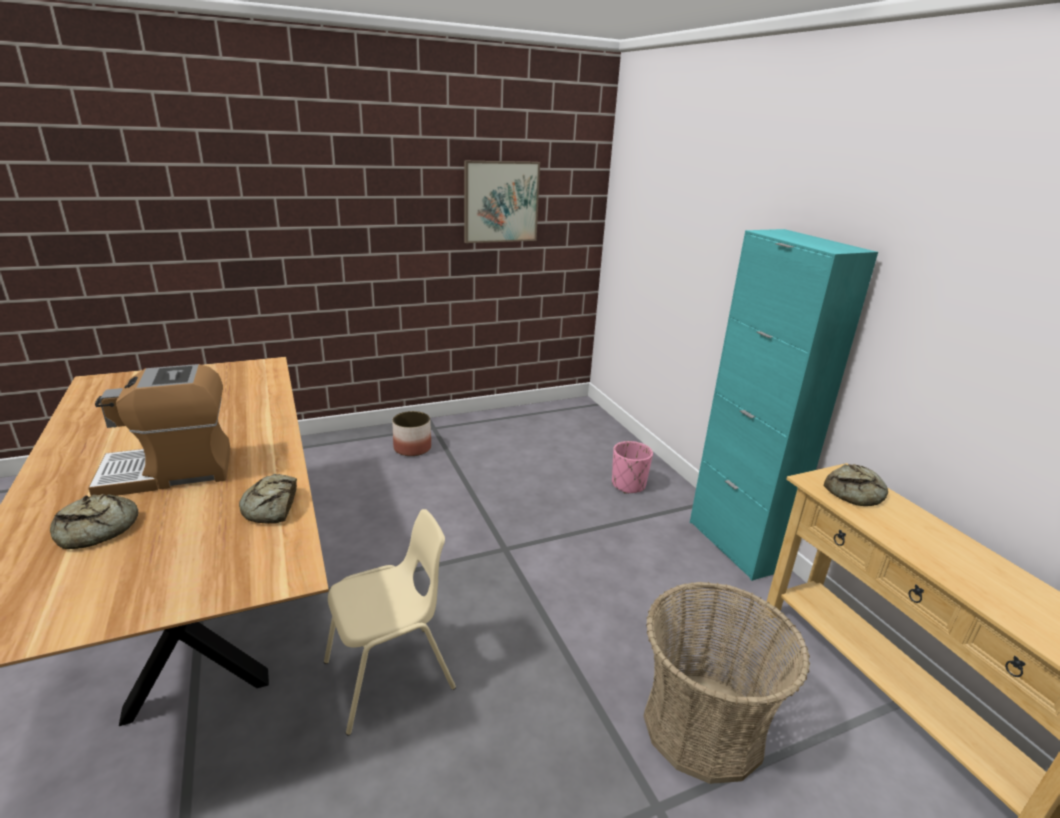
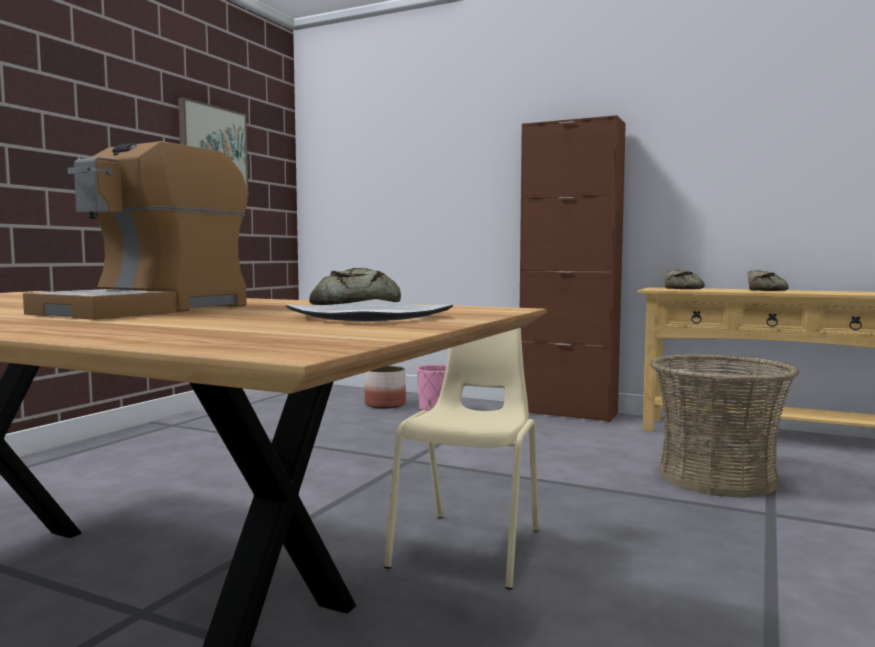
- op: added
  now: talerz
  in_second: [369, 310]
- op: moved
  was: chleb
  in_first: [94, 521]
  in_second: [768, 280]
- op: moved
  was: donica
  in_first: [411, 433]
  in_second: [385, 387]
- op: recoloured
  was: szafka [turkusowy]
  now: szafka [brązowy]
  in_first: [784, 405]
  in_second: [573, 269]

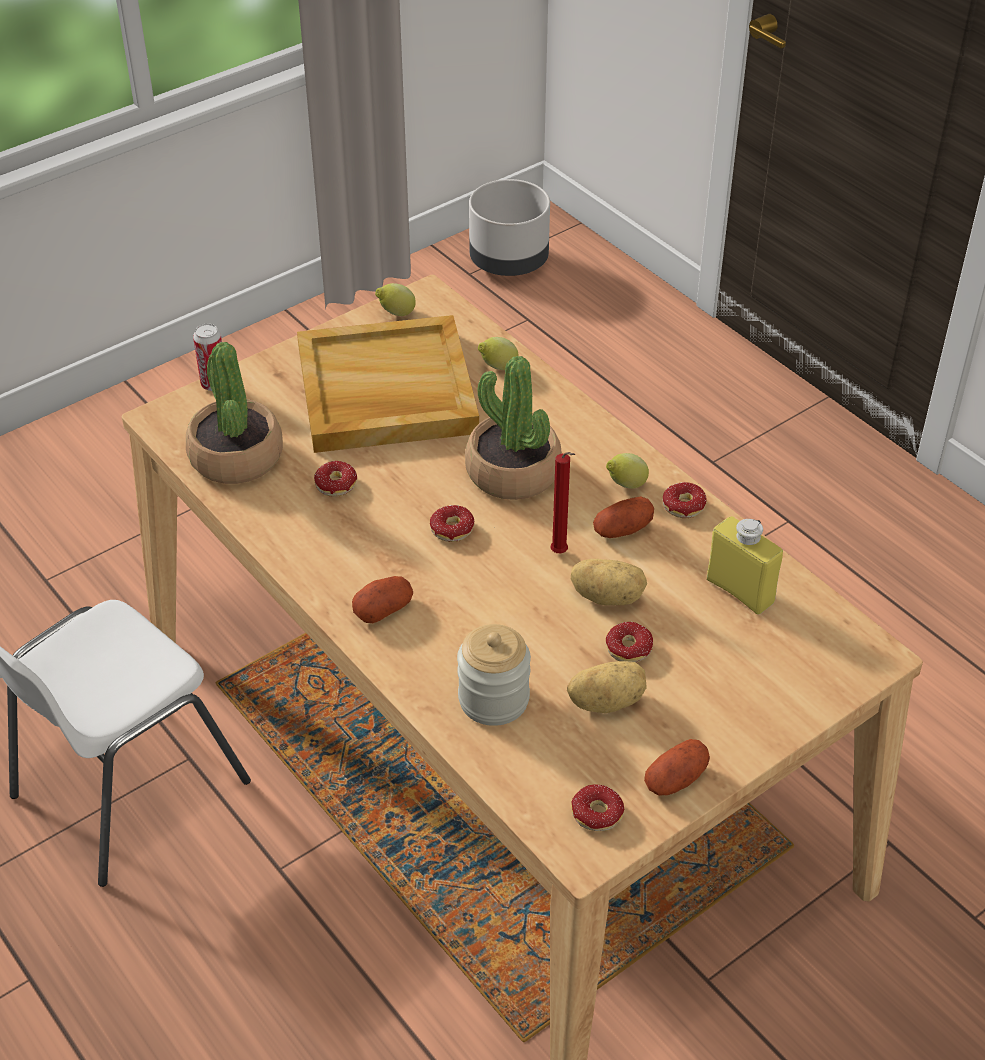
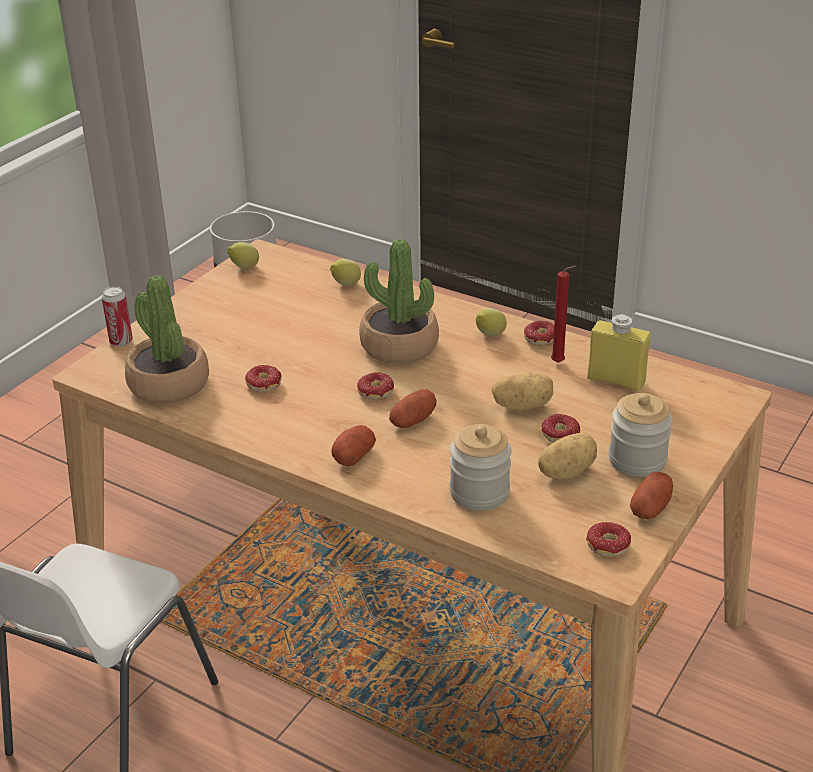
- op: removed
  was: taca [beżowy]
  in_first: [388, 384]
- op: added
  now: słoik
  in_second: [640, 435]
- op: moved
  was: świeca [czerwony]
  in_first: [563, 502]
  in_second: [563, 314]
- op: moved
  was: ziemniak
  in_first: [623, 517]
  in_second: [413, 408]

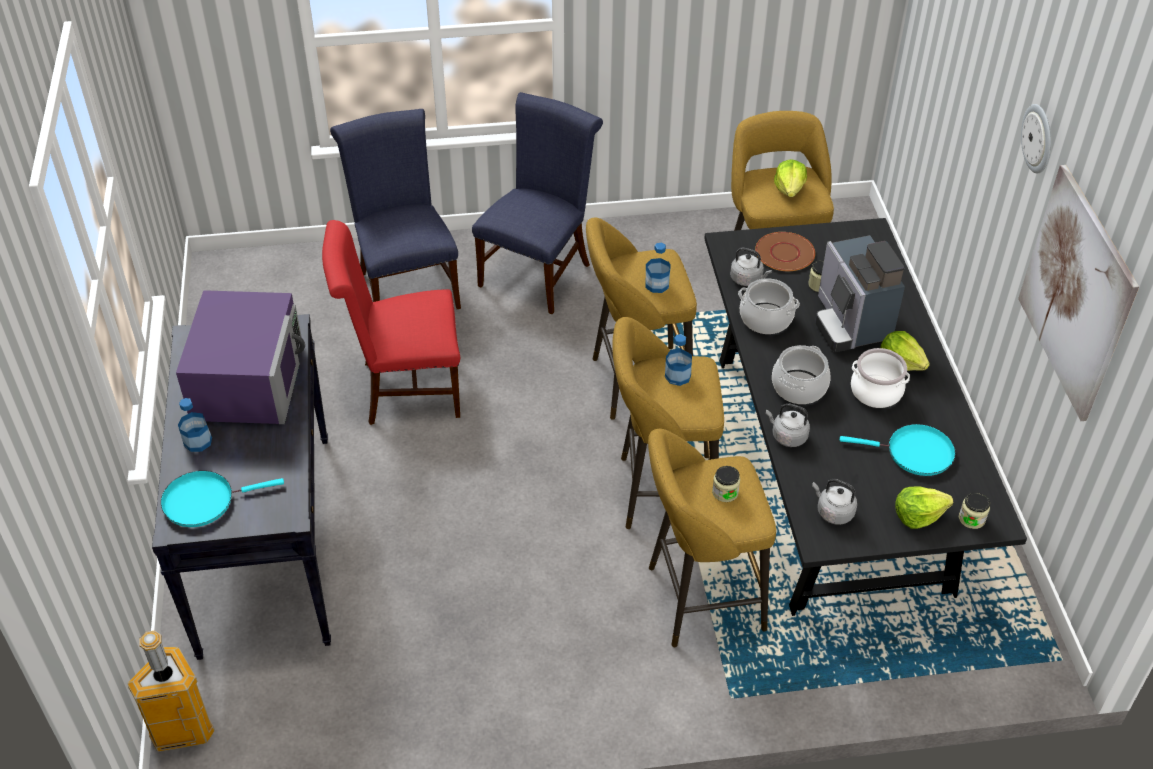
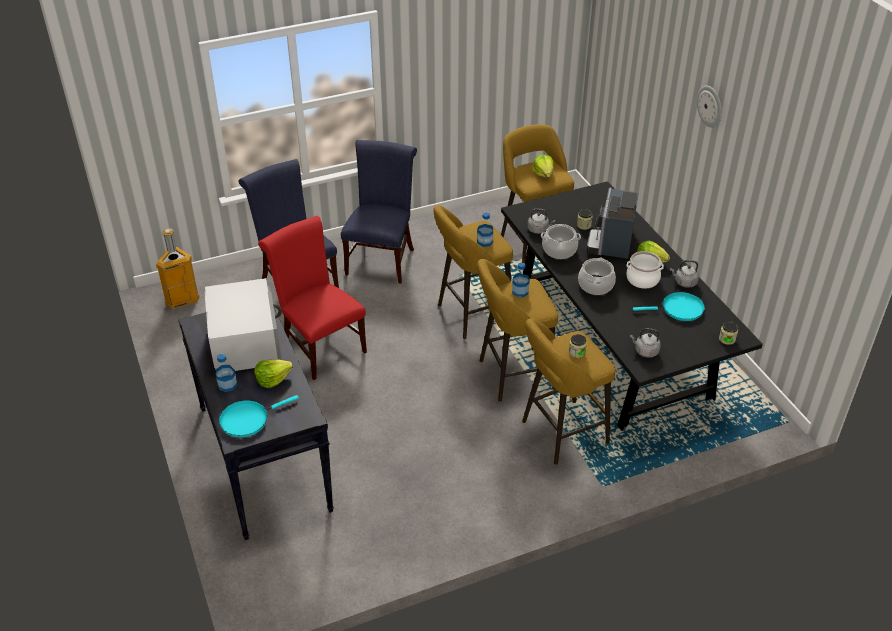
- op: removed
  was: talerz [brązowy]
  in_first: [785, 251]
- op: removed
  was: obraz
  in_first: [1078, 293]
- op: moved
  was: kosz na śmieci
  in_first: [171, 691]
  in_second: [177, 269]
- op: moved
  was: czajnik [szary]
  in_first: [788, 425]
  in_second: [684, 274]
- op: moved
  was: sałata
  in_first: [924, 508]
  in_second: [273, 374]
- op: recoloured
  was: mikrofalówka [fioletowy]
  now: mikrofalówka [biały]
  in_first: [240, 357]
  in_second: [243, 324]
- op: turned
  was: krzesło [czerwony]
  in_first: [391, 322]
  in_second: [312, 298]
  clockwise: 75
- op: turned
  was: ekspres do kawy
  in_first: [860, 293]
  in_second: [612, 222]
  clockwise: 45

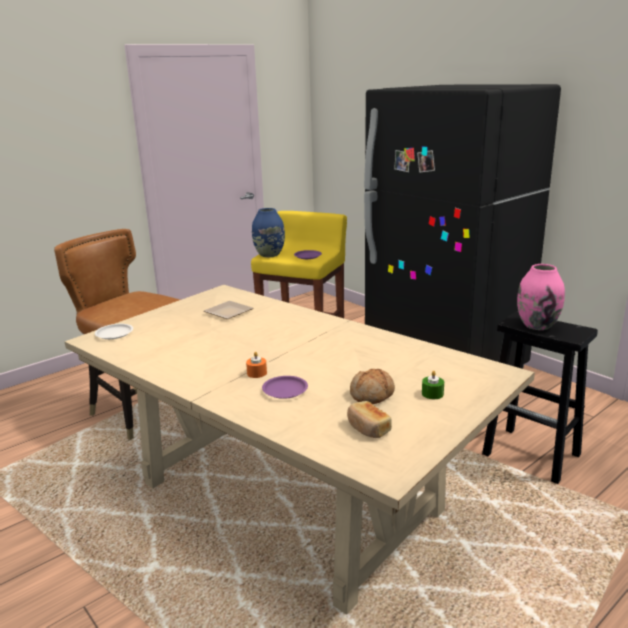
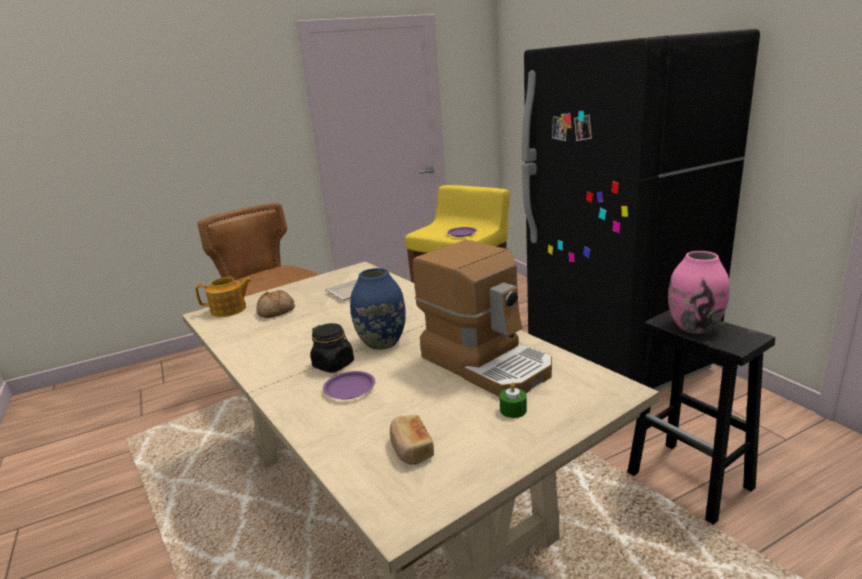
- op: added
  now: ekspres do kawy
  in_second: [482, 318]
- op: moved
  was: wazon [niebieski]
  in_first: [268, 232]
  in_second: [378, 309]
- op: moved
  was: chleb
  in_first: [372, 386]
  in_second: [275, 304]
- op: replaced
  was: talerz [biały]
  now: imbryk
  in_first: [114, 331]
  in_second: [224, 297]
- op: replaced
  was: świeca [pomarańczowy]
  now: słoik [czarny]
  in_first: [256, 365]
  in_second: [332, 348]

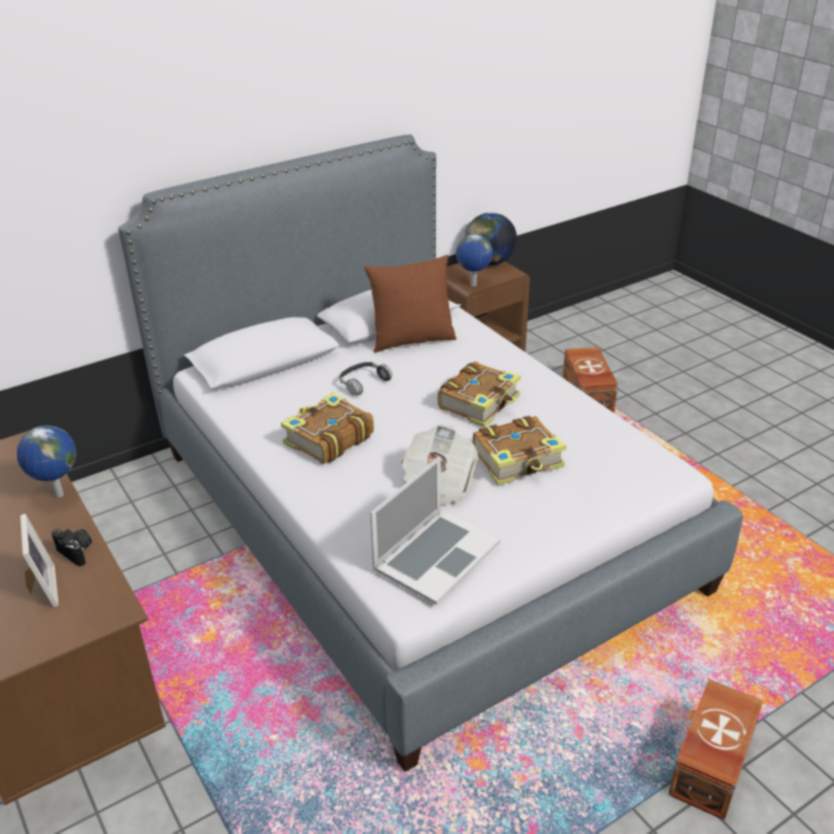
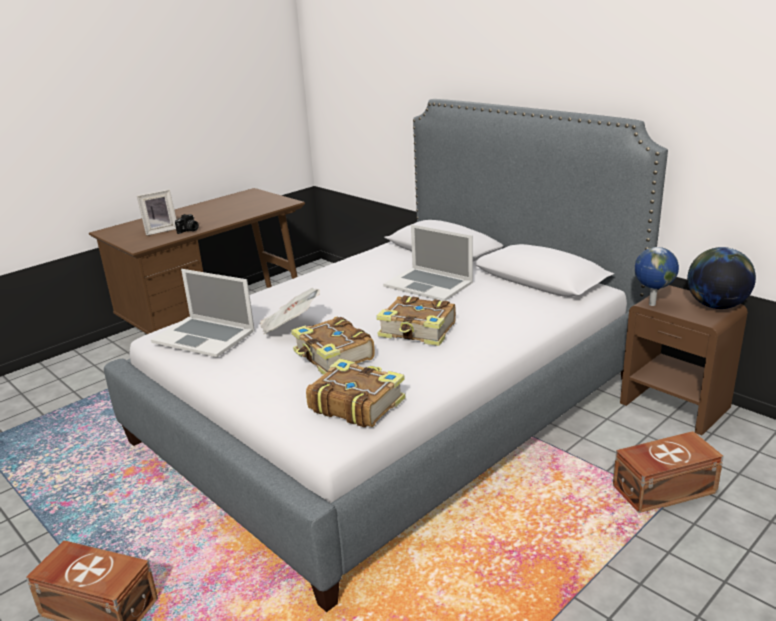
- op: removed
  was: globus
  in_first: [46, 461]
- op: removed
  was: poduszka [brązowy]
  in_first: [410, 304]
- op: moved
  was: książka
  in_first: [327, 428]
  in_second: [355, 393]
- op: replaced
  was: słuchawki
  now: laptop
  in_first: [366, 378]
  in_second: [428, 262]

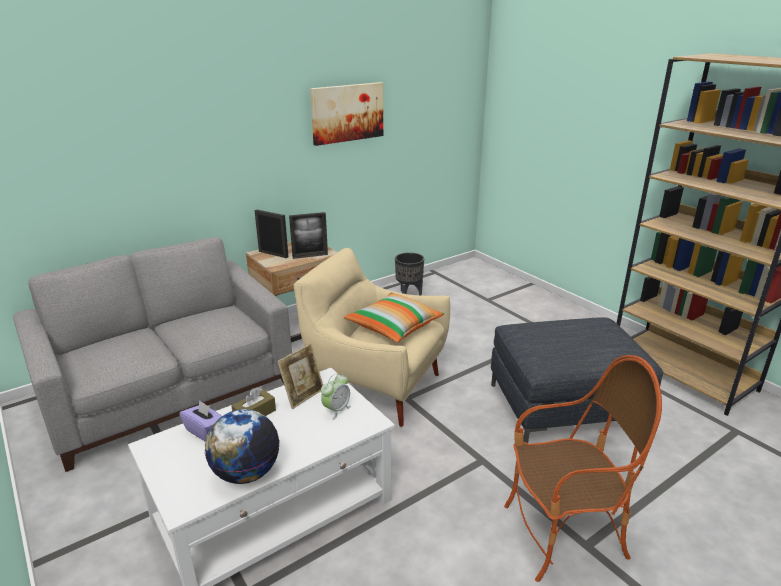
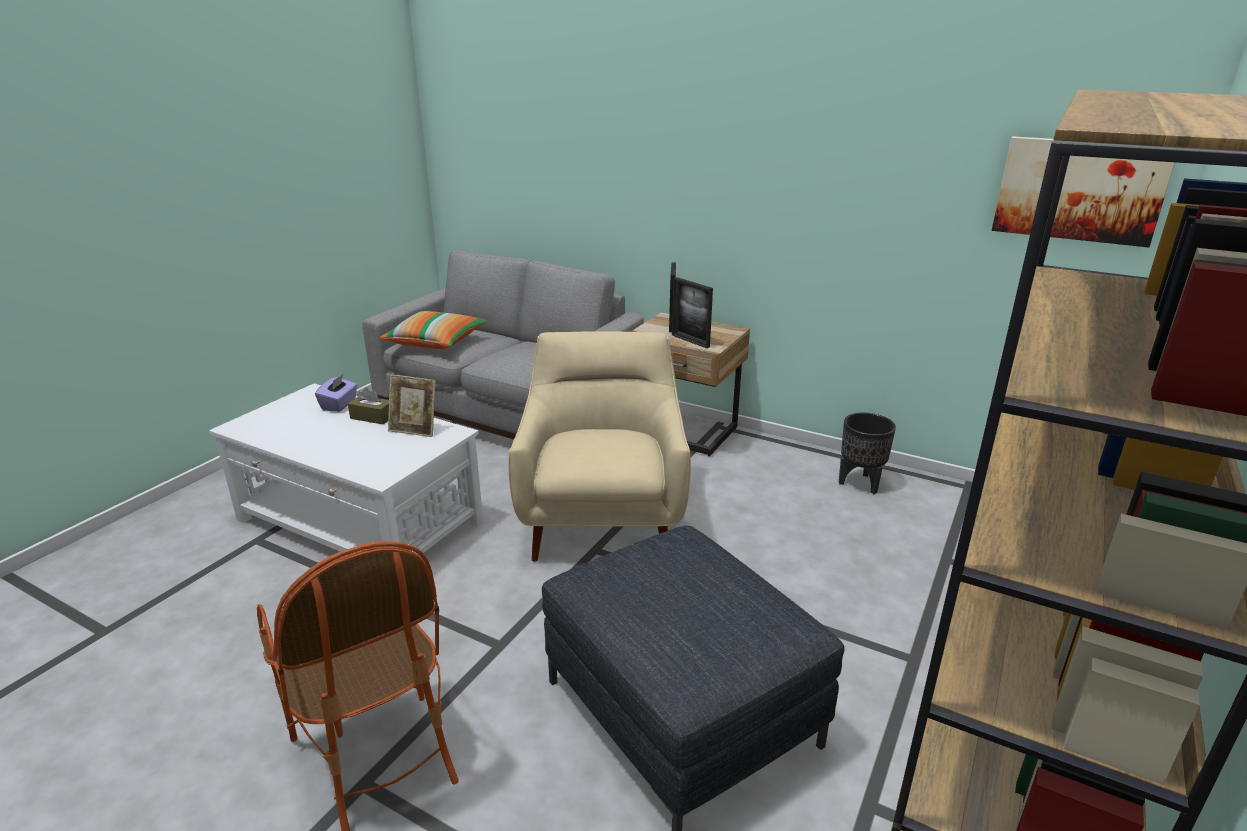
- op: removed
  was: globus
  in_first: [242, 446]
- op: removed
  was: budzik
  in_first: [336, 397]
- op: moved
  was: obraz
  in_first: [346, 114]
  in_second: [1083, 191]
- op: moved
  was: poduszka
  in_first: [394, 317]
  in_second: [433, 330]

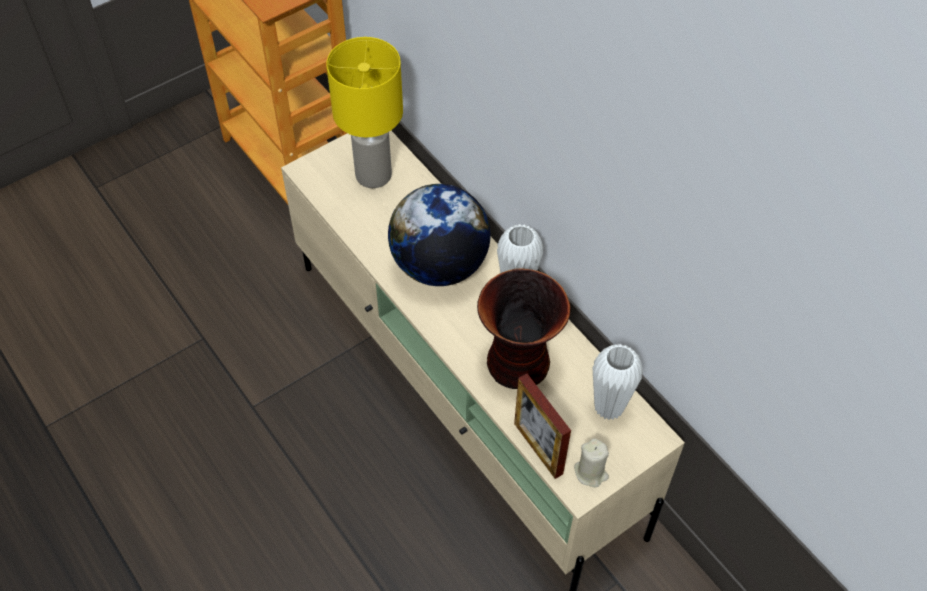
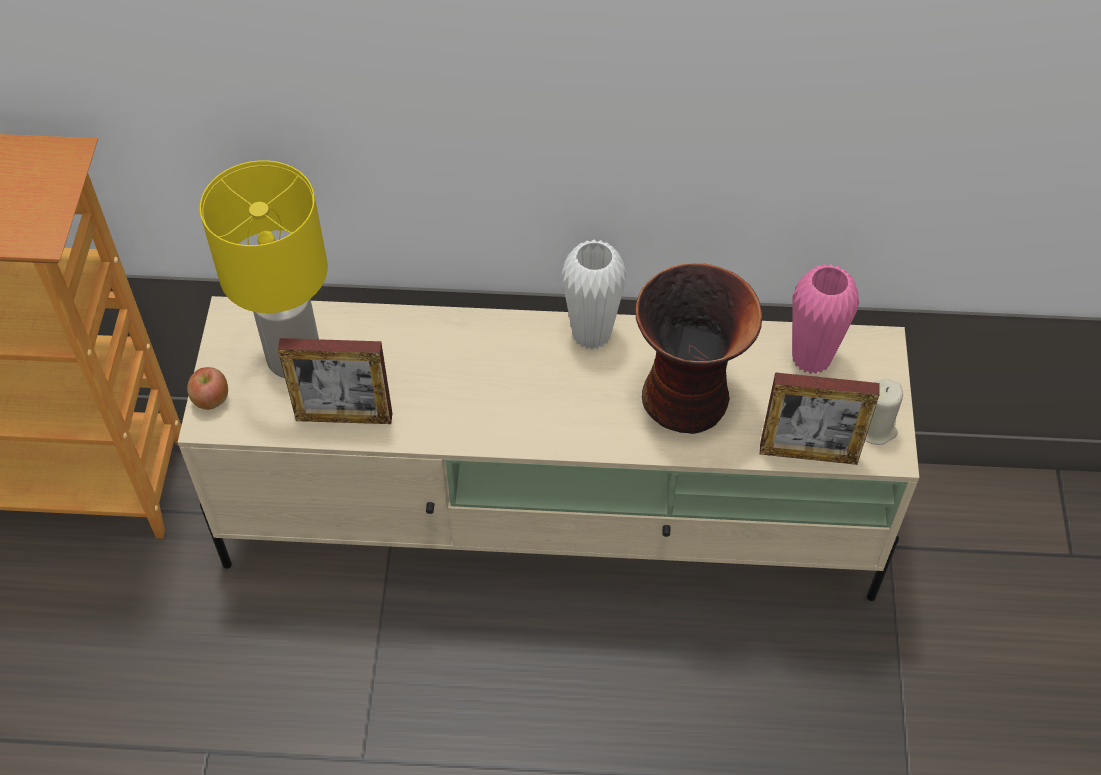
- op: removed
  was: globus
  in_first: [439, 235]
- op: added
  now: jabłko
  in_second: [207, 388]
- op: added
  now: ramka na zdjęcie
  in_second: [335, 381]
- op: recoloured
  was: wazon [biały]
  now: wazon [różowy]
  in_first: [618, 382]
  in_second: [825, 319]

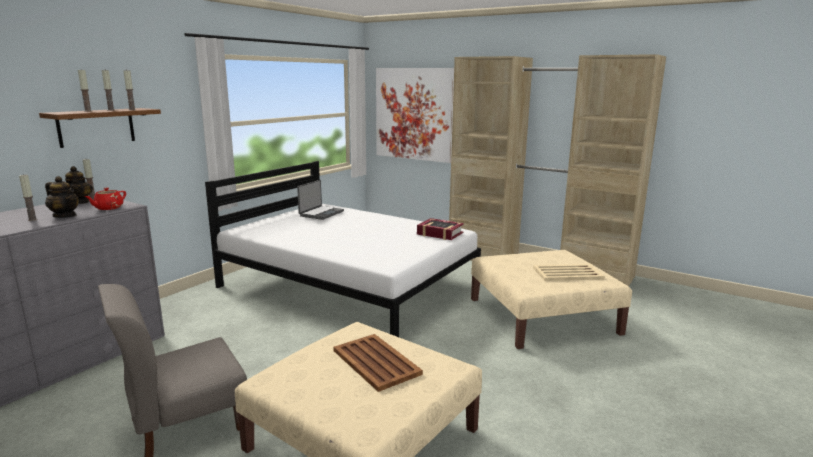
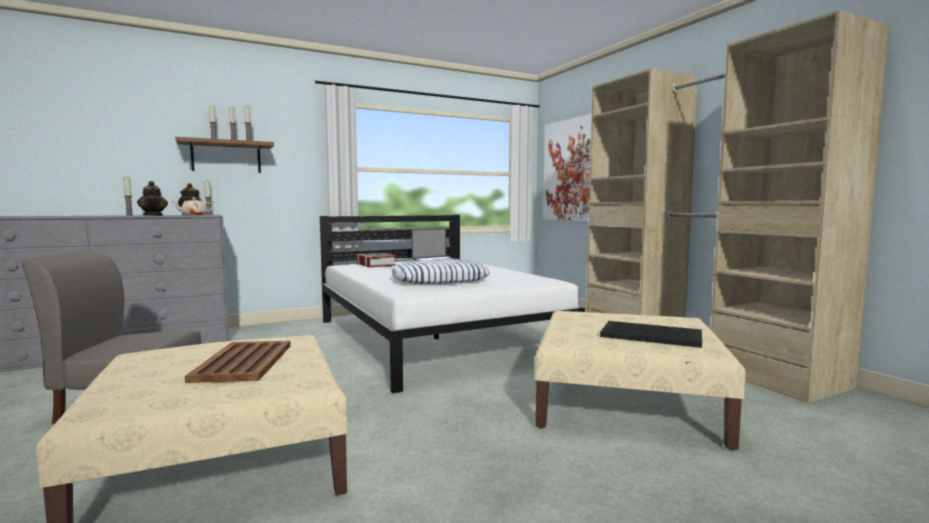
- op: added
  now: poduszka
  in_second: [440, 271]
- op: moved
  was: książka
  in_first: [440, 229]
  in_second: [376, 260]
- op: recoloured
  was: imbryk [czerwony]
  now: imbryk [beżowy]
  in_first: [105, 199]
  in_second: [193, 206]
- op: recoloured
  was: taca [beżowy]
  now: taca [czarny]
  in_first: [569, 272]
  in_second: [651, 334]

